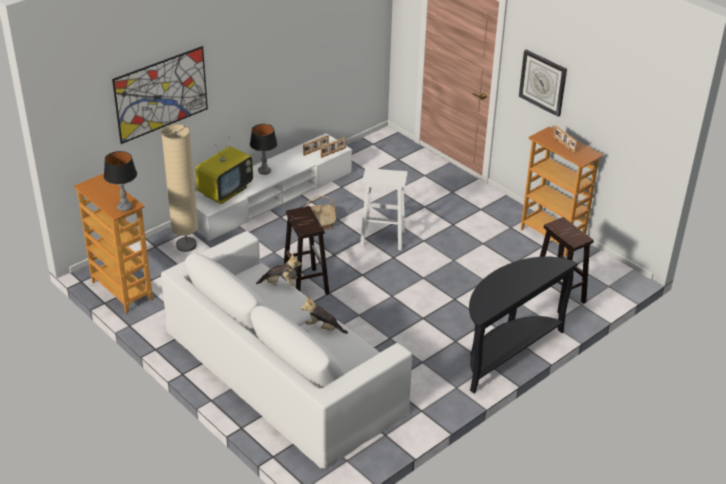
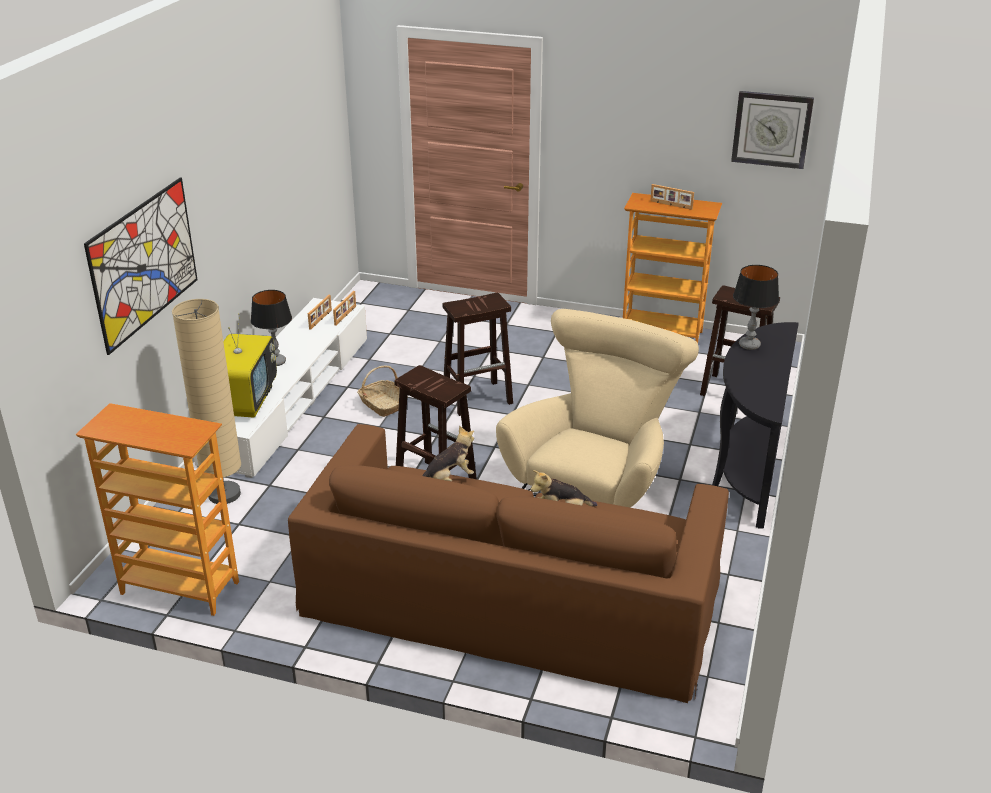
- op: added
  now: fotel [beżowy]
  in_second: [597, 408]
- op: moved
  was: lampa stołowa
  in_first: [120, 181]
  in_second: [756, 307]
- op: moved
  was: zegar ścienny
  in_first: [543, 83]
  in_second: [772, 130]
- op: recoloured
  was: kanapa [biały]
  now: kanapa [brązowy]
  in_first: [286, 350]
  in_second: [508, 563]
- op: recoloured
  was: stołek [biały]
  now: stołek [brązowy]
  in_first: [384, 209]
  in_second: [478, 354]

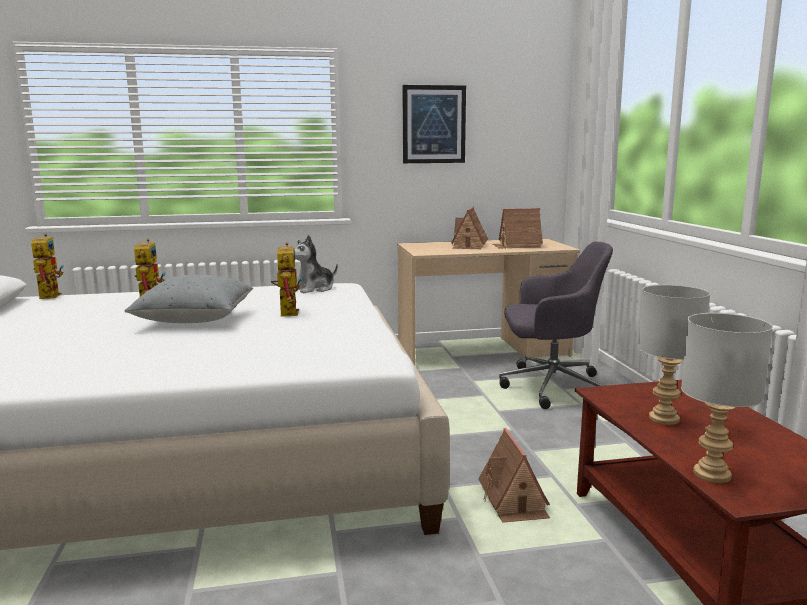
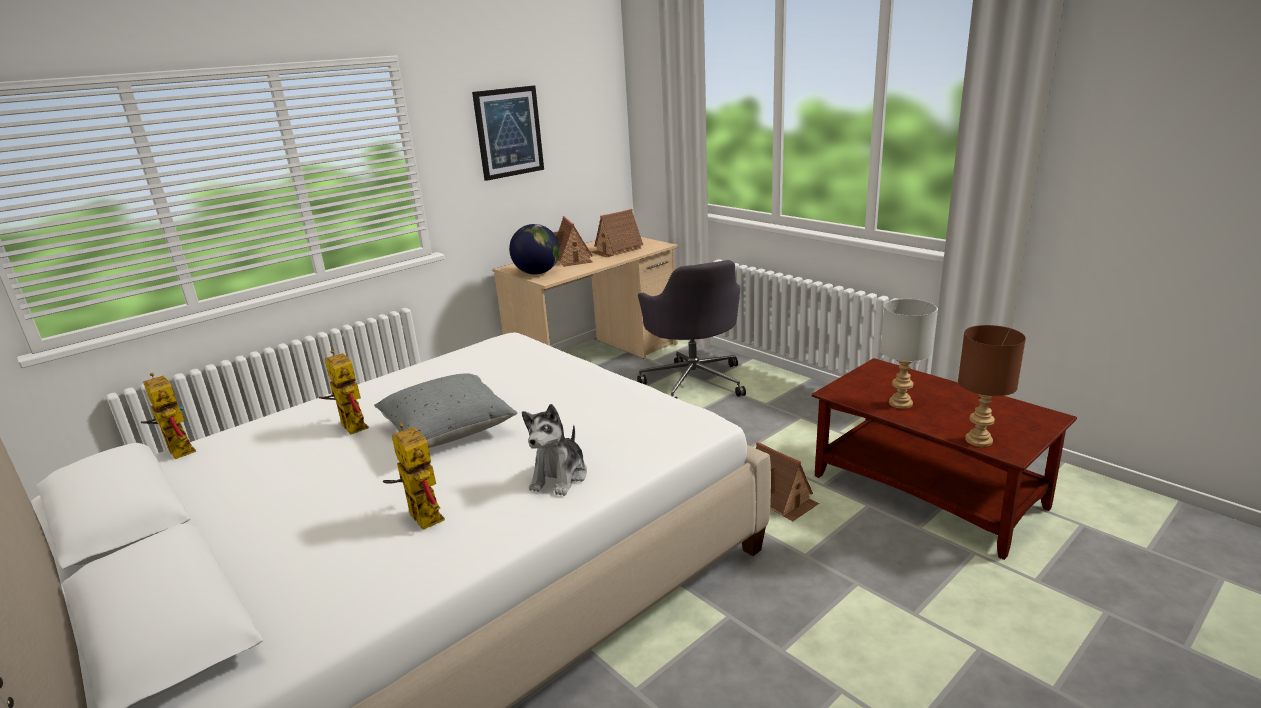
- op: added
  now: globus
  in_second: [534, 249]
- op: moved
  was: robot zabawkowy
  in_first: [287, 279]
  in_second: [414, 476]
- op: moved
  was: pluszak
  in_first: [316, 264]
  in_second: [554, 450]
- op: recoloured
  was: lampa stołowa [szary]
  now: lampa stołowa [brązowy]
  in_first: [727, 398]
  in_second: [992, 386]
- op: turned
  was: krzesło biurowe [szary]
  in_first: [556, 325]
  in_second: [691, 329]
  clockwise: 105

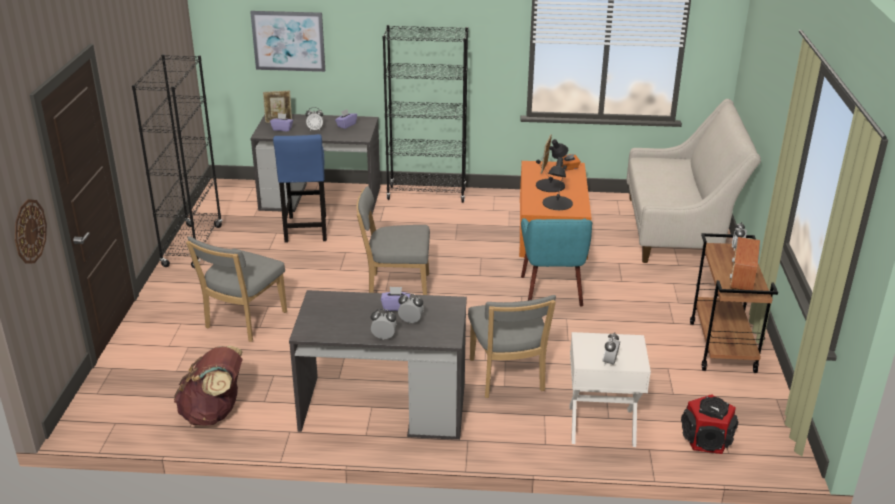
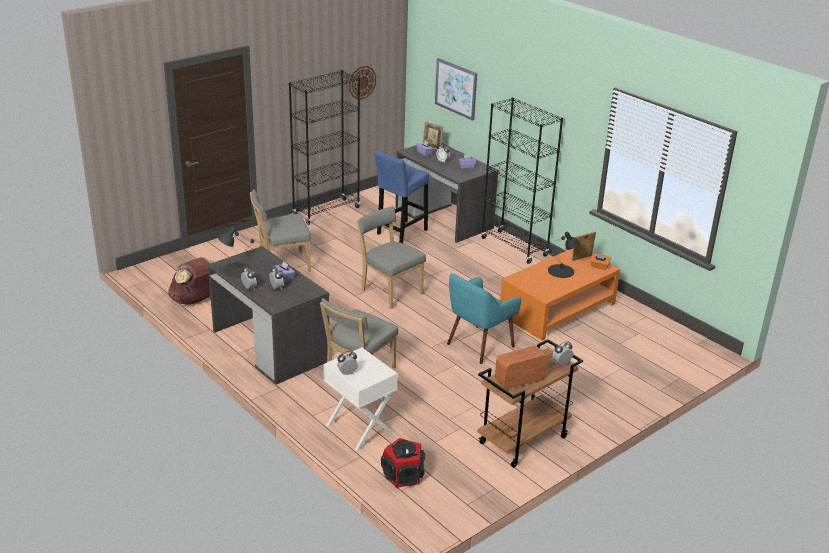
- op: removed
  was: kanapa [beżowy]
  in_first: [694, 181]
- op: moved
  was: zegar ścienny
  in_first: [31, 231]
  in_second: [362, 83]
- op: moved
  was: lampa stołowa [czarny]
  in_first: [558, 183]
  in_second: [236, 252]

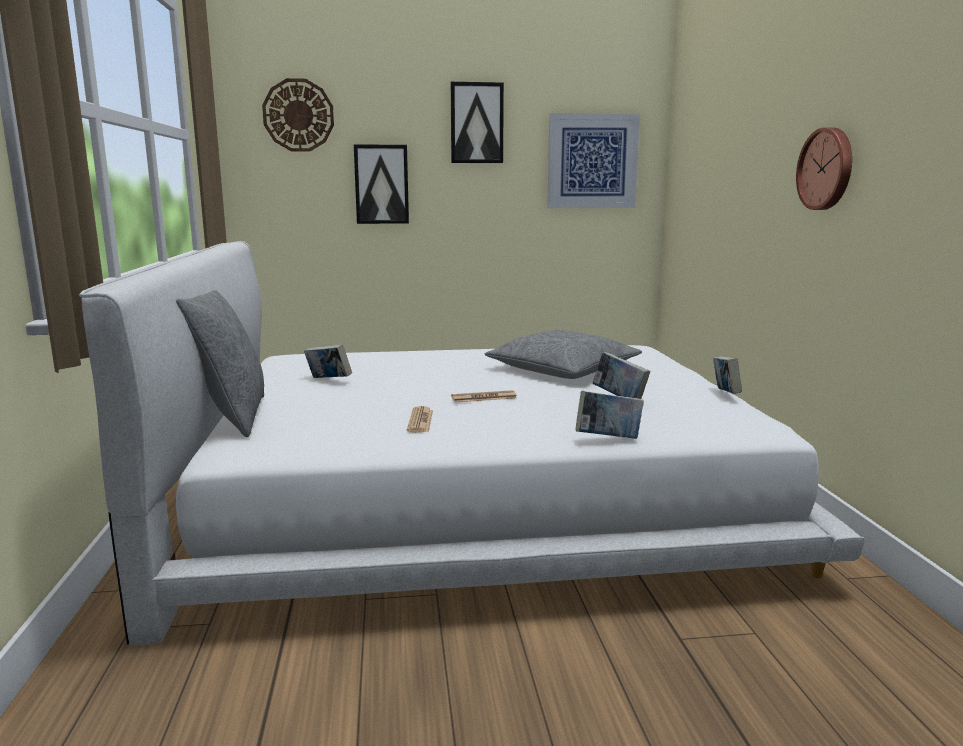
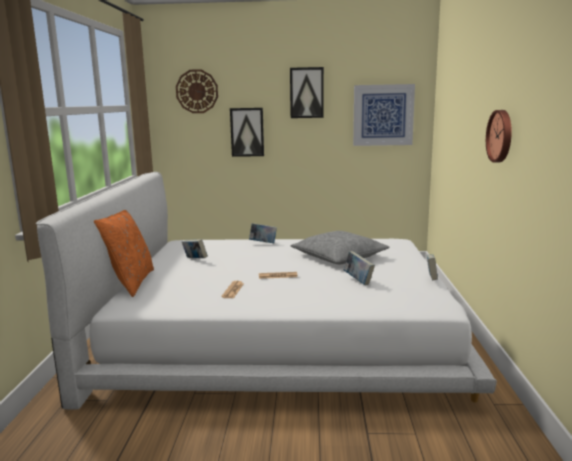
- op: moved
  was: książka
  in_first: [610, 415]
  in_second: [263, 233]
- op: recoloured
  was: poduszka [szary]
  now: poduszka [pomarańczowy]
  in_first: [220, 364]
  in_second: [124, 253]

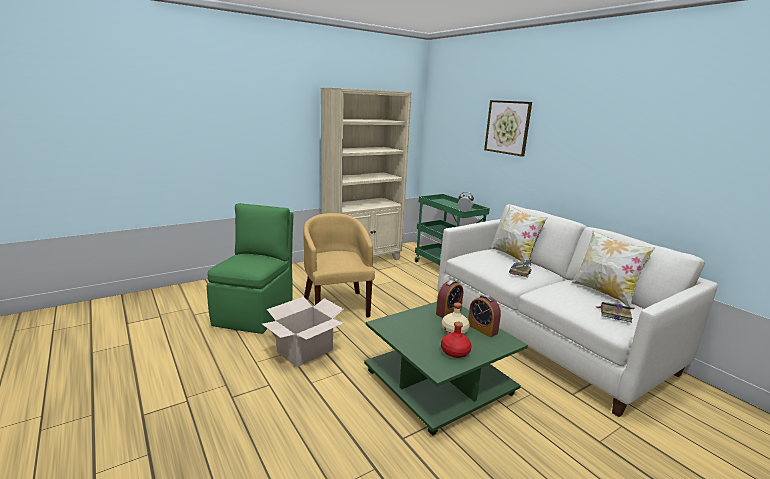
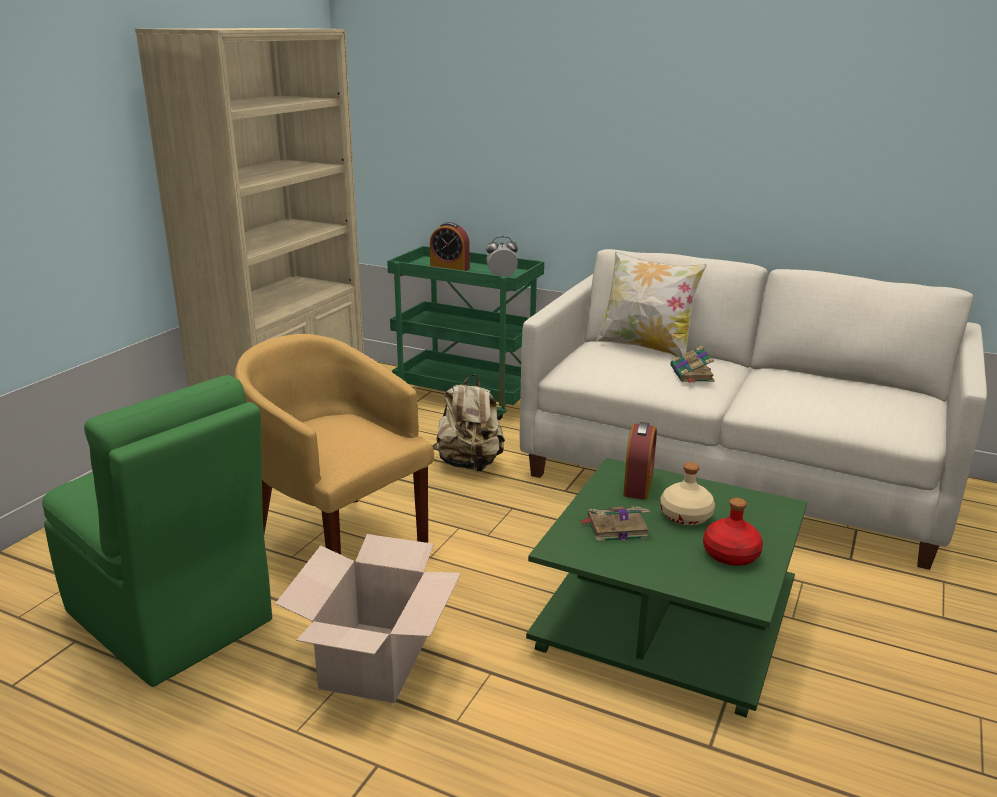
- op: removed
  was: obraz
  in_first: [508, 128]
- op: removed
  was: poduszka
  in_first: [613, 268]
- op: added
  now: plecak [beżowy]
  in_second: [469, 423]
- op: moved
  was: budzik
  in_first: [484, 316]
  in_second: [450, 246]
- op: moved
  was: książka
  in_first: [615, 312]
  in_second: [614, 524]
- op: turned
  was: krzesło [zielony]
  in_first: [250, 268]
  in_second: [157, 531]
  clockwise: 150

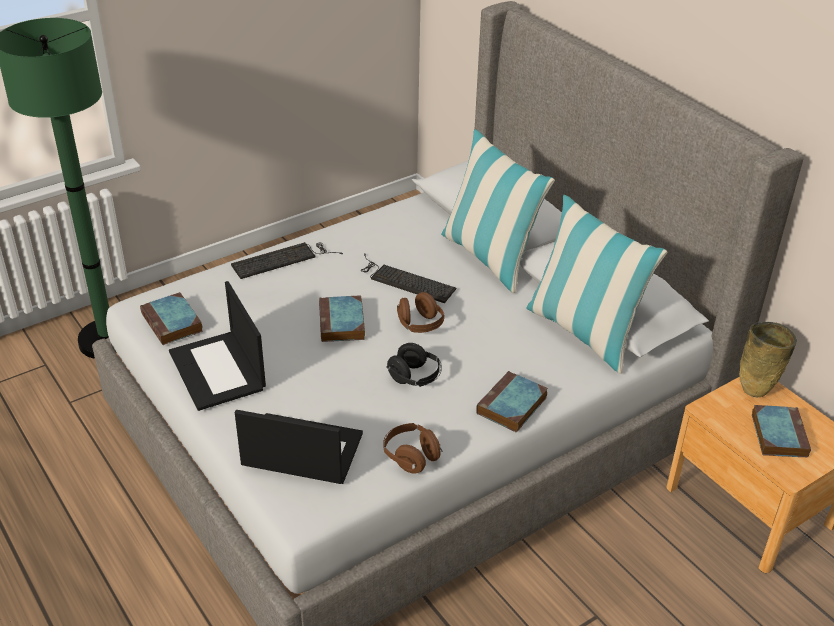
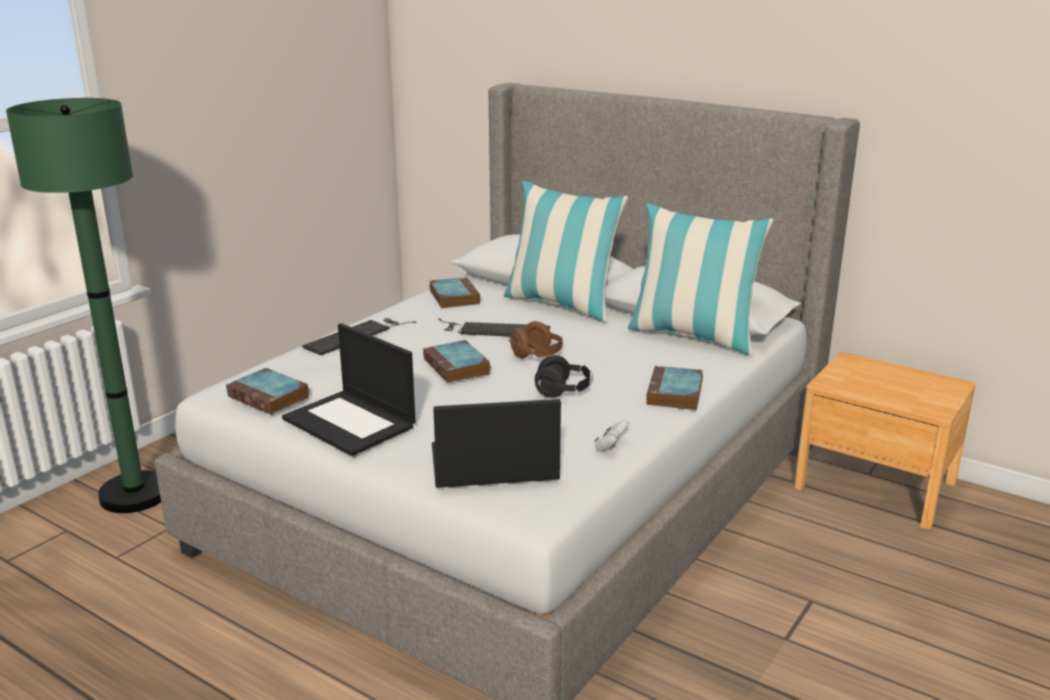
- op: removed
  was: wazon [beżowy]
  in_first: [768, 359]
- op: moved
  was: książka
  in_first: [781, 431]
  in_second: [454, 292]
- op: replaced
  was: słuchawki [brązowy]
  now: pad do gier [biały]
  in_first: [412, 448]
  in_second: [612, 435]

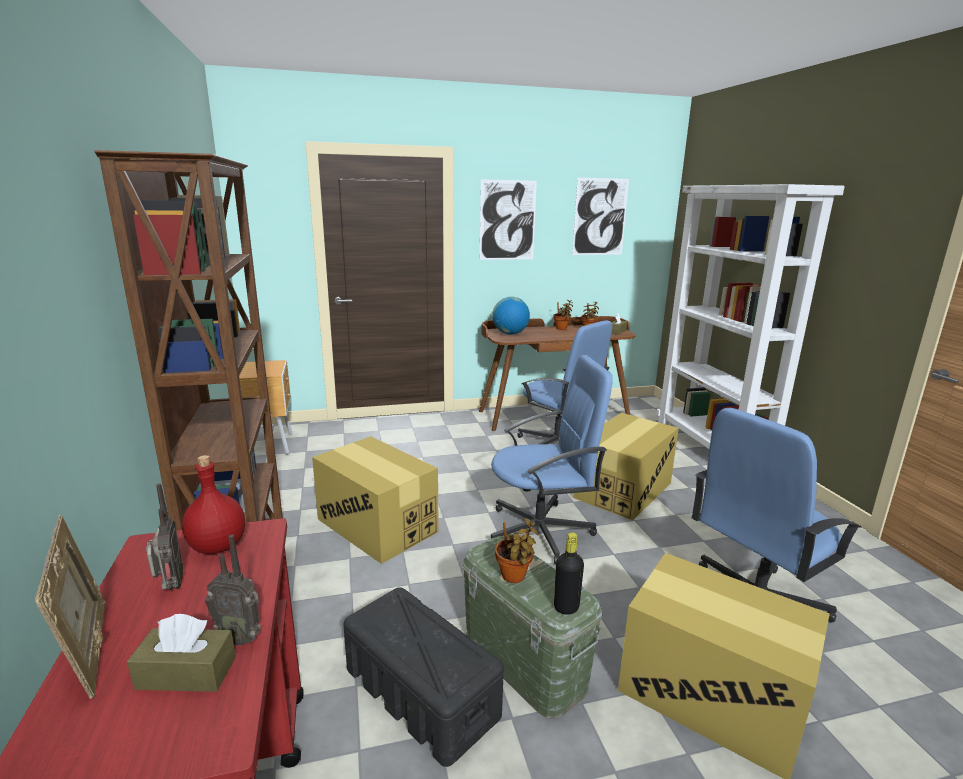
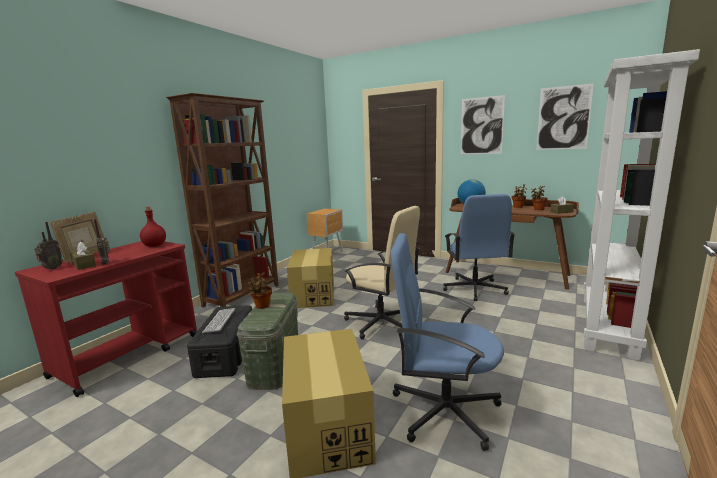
- op: removed
  was: butelka [czarny]
  in_first: [569, 573]
- op: removed
  was: karton
  in_first: [626, 467]
- op: added
  now: klawiatura
  in_second: [218, 320]
- op: moved
  was: radio
  in_first: [164, 536]
  in_second: [48, 245]
- op: recoloured
  was: krzesło biurowe [niebieski]
  now: krzesło biurowe [beżowy]
  in_first: [552, 459]
  in_second: [382, 272]

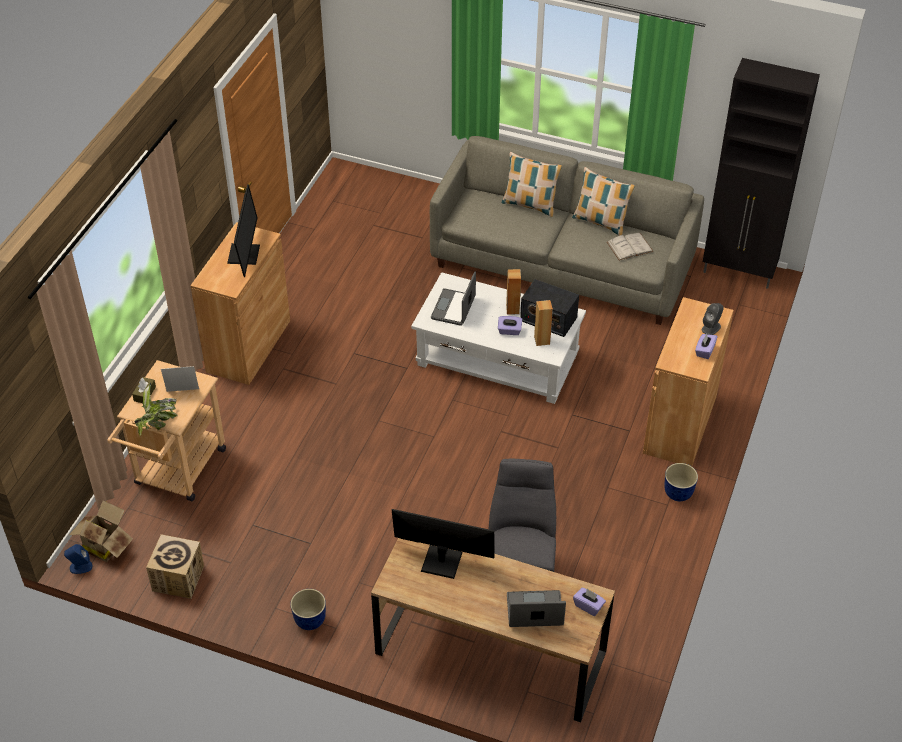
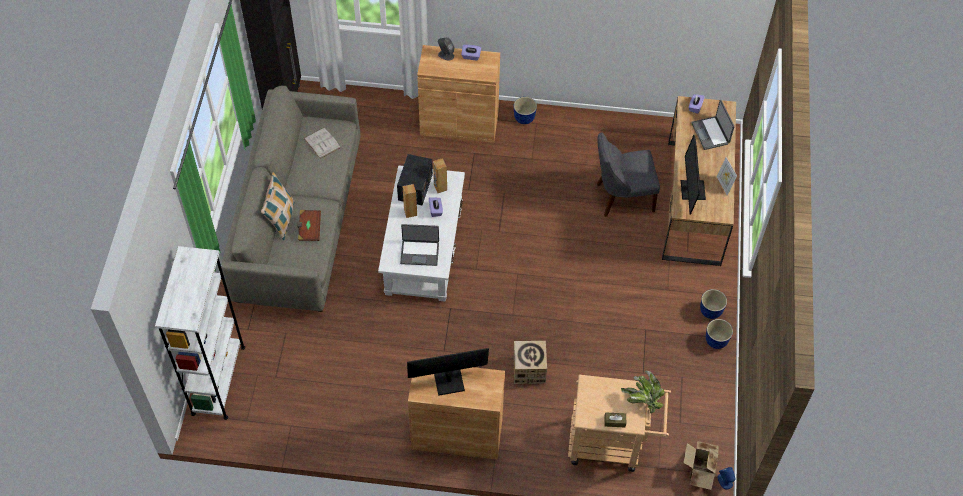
- op: removed
  was: poduszka
  in_first: [603, 201]
- op: added
  now: regał [biały]
  in_second: [200, 333]
- op: added
  now: książka [brązowy]
  in_second: [309, 225]
- op: added
  now: donica
  in_second: [719, 334]
- op: moved
  was: karton
  in_first: [175, 566]
  in_second: [530, 362]
- op: moved
  was: ramka na zdjęcie
  in_first: [180, 379]
  in_second: [726, 176]

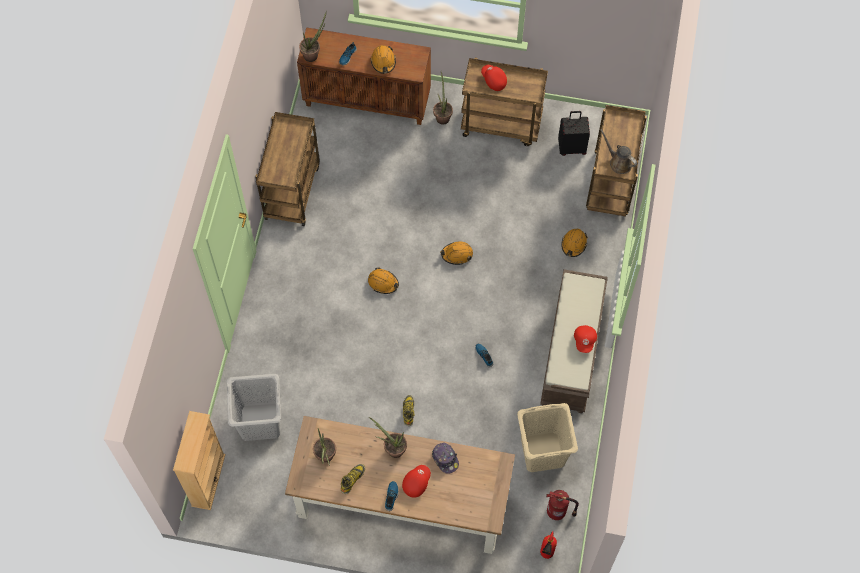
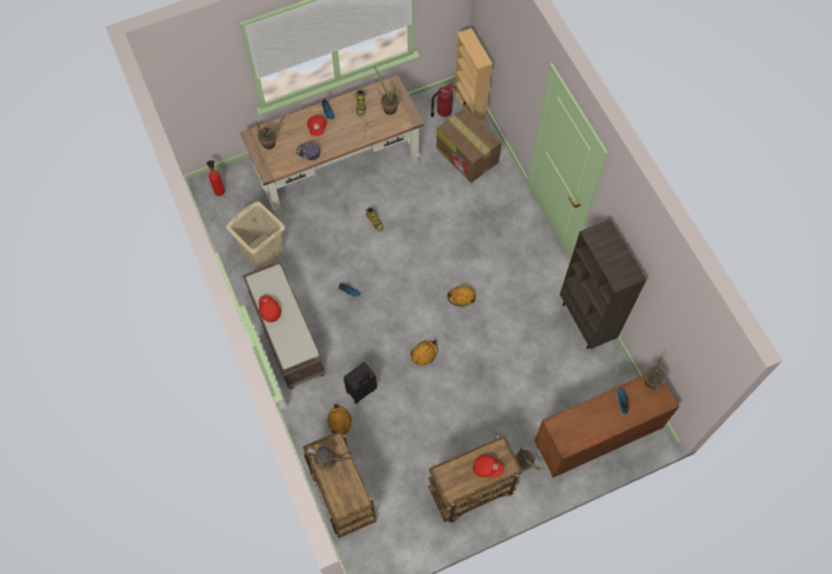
- op: removed
  was: kask [pomarańczowy]
  in_first: [383, 59]
- op: moved
  was: roślina doniczkowa
  in_first: [388, 437]
  in_second: [271, 131]
- op: moved
  was: gaśnica
  in_first: [562, 505]
  in_second: [443, 99]
- op: moved
  was: walizka [czarny]
  in_first: [574, 133]
  in_second: [360, 383]
- op: replaced
  was: kosz na pranie [szary]
  now: karton
  in_first: [254, 407]
  in_second: [469, 145]
- op: replaced
  was: wózek [brązowy]
  now: regał [brązowy]
  in_first: [287, 169]
  in_second: [603, 284]

